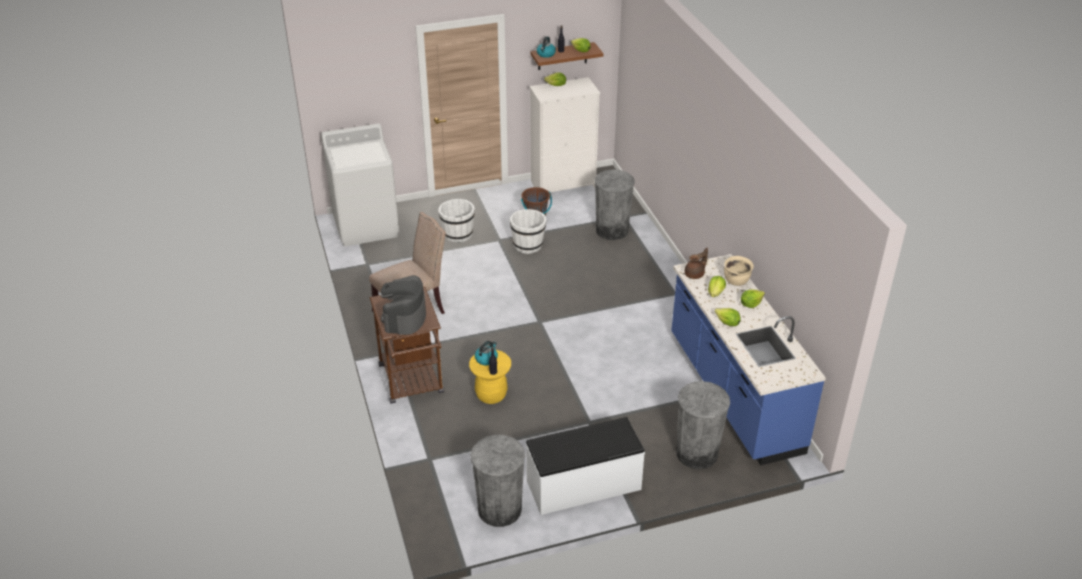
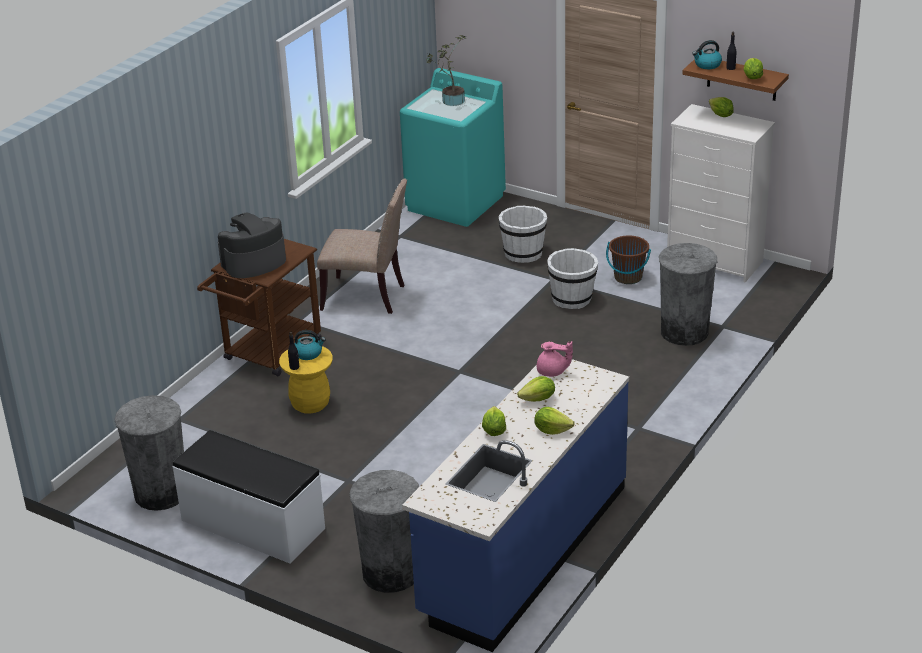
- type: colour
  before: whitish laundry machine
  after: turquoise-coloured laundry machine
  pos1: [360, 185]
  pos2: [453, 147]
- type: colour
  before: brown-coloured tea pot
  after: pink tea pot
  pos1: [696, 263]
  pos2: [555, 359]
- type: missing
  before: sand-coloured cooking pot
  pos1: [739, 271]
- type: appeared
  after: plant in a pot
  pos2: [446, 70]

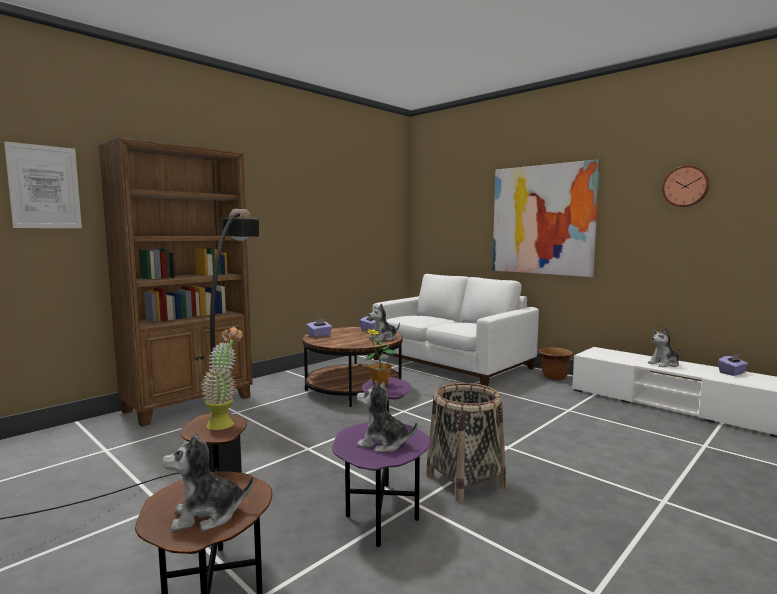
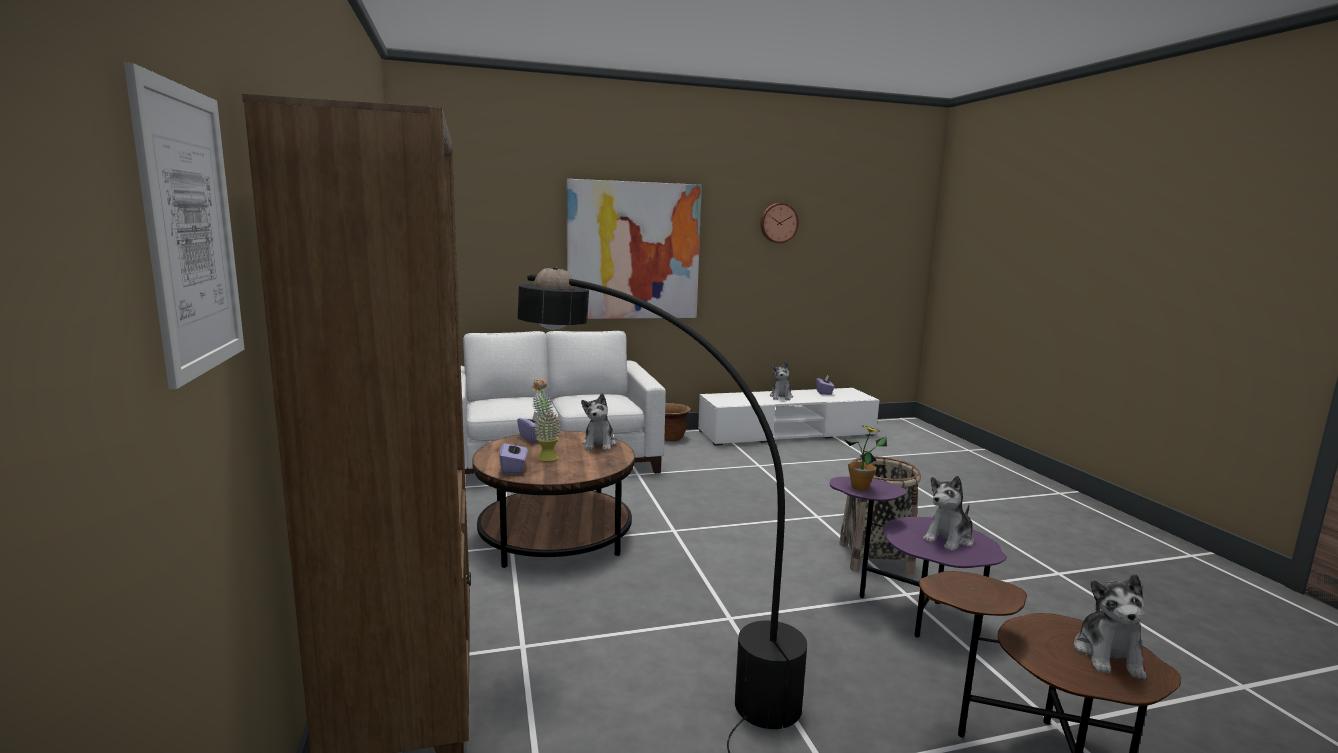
- type: relocated
  before: plant in a pot
  pos1: [222, 378]
  pos2: [546, 420]

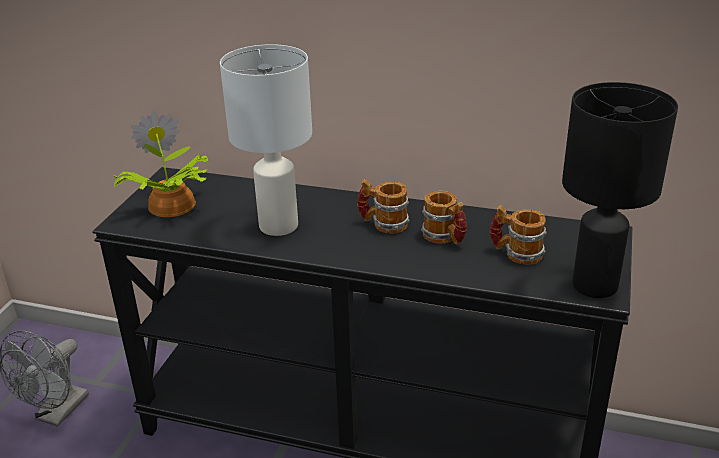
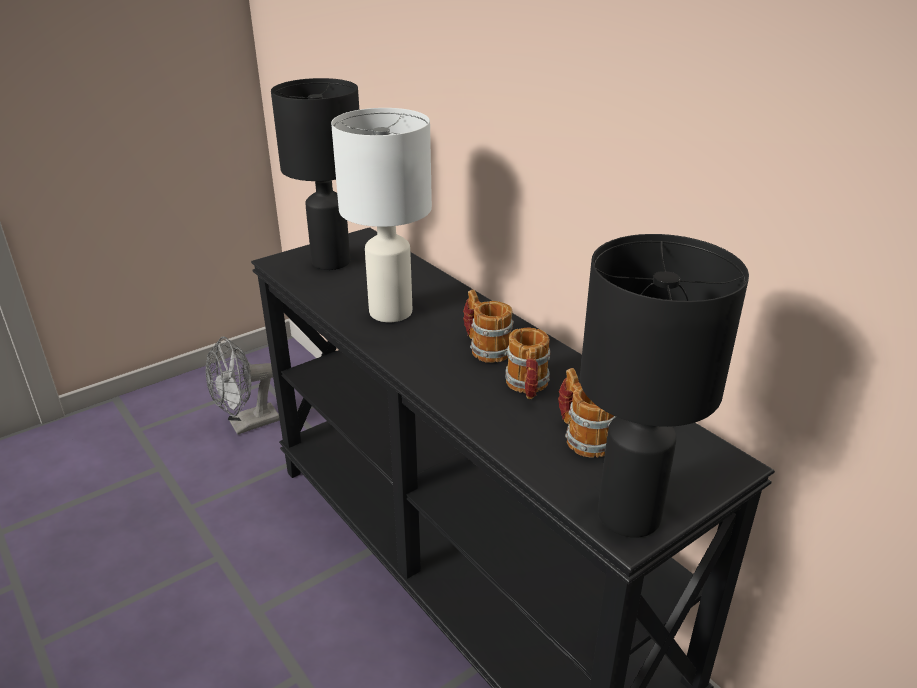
- type: exchanged
  before: plant in a pot
  after: black table lamp
  pos1: [160, 164]
  pos2: [315, 174]

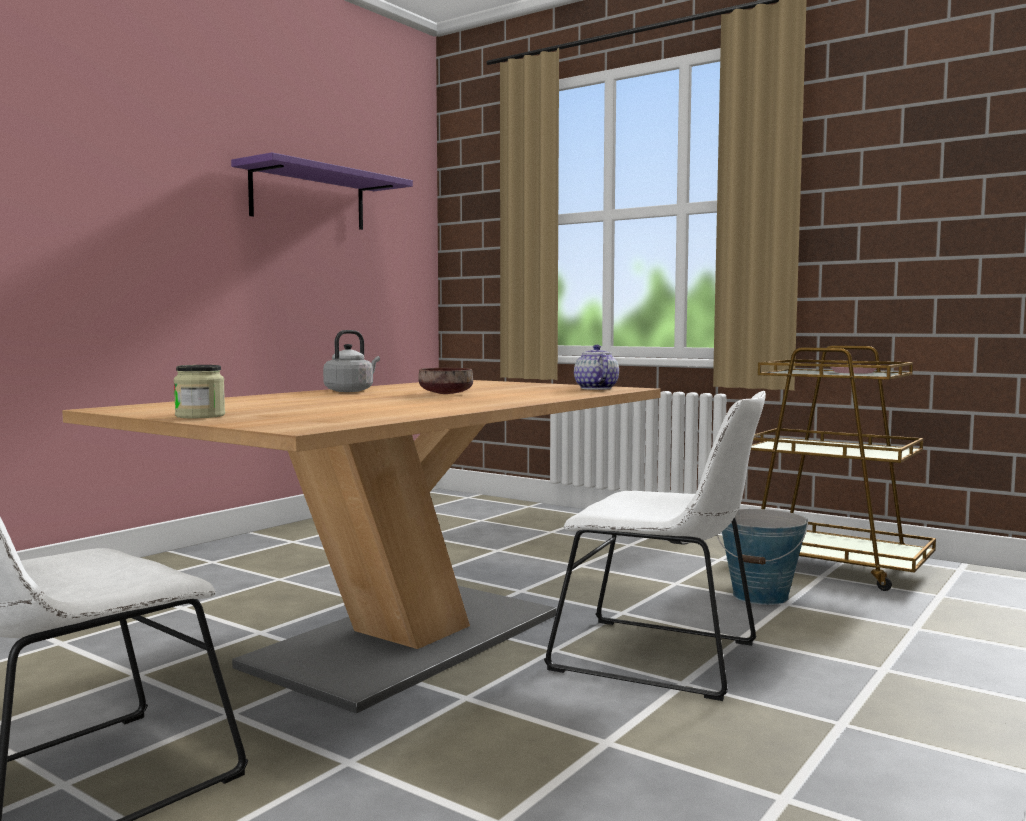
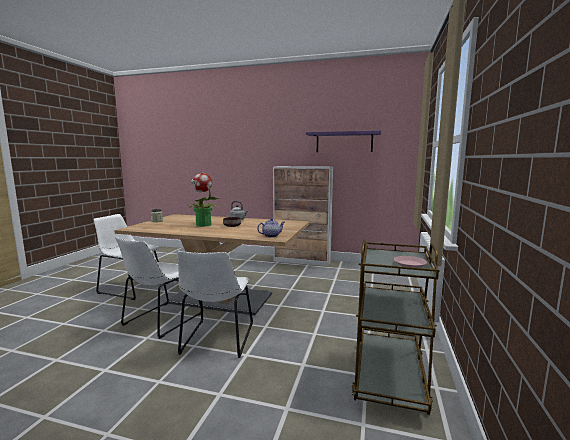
- type: missing
  before: pail
  pos1: [762, 557]
- type: appeared
  after: whitish upright chair
  pos2: [158, 288]
- type: appeared
  after: plant in a pot
  pos2: [203, 200]
- type: appeared
  after: storage cabinet
  pos2: [303, 216]

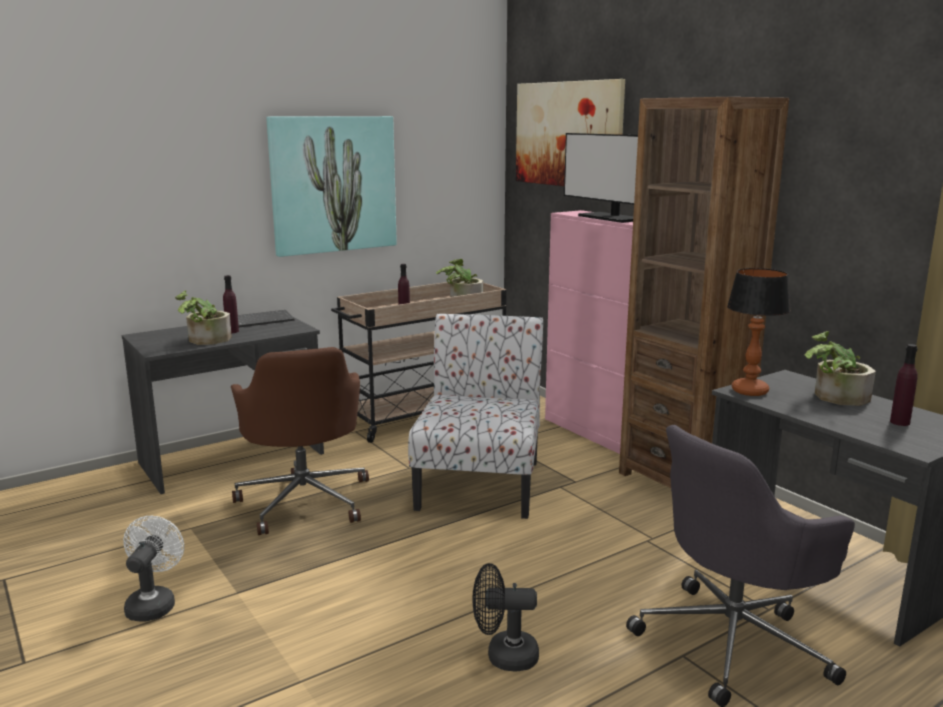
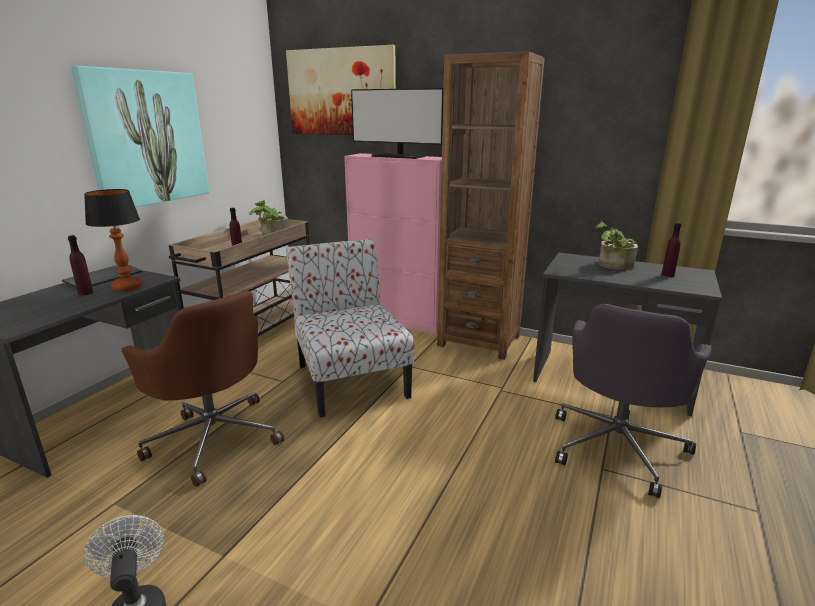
- type: missing
  before: plant in a pot
  pos1: [203, 318]
- type: missing
  before: black cooling fan
  pos1: [505, 617]
- type: relocated
  before: table lamp
  pos1: [759, 332]
  pos2: [113, 240]

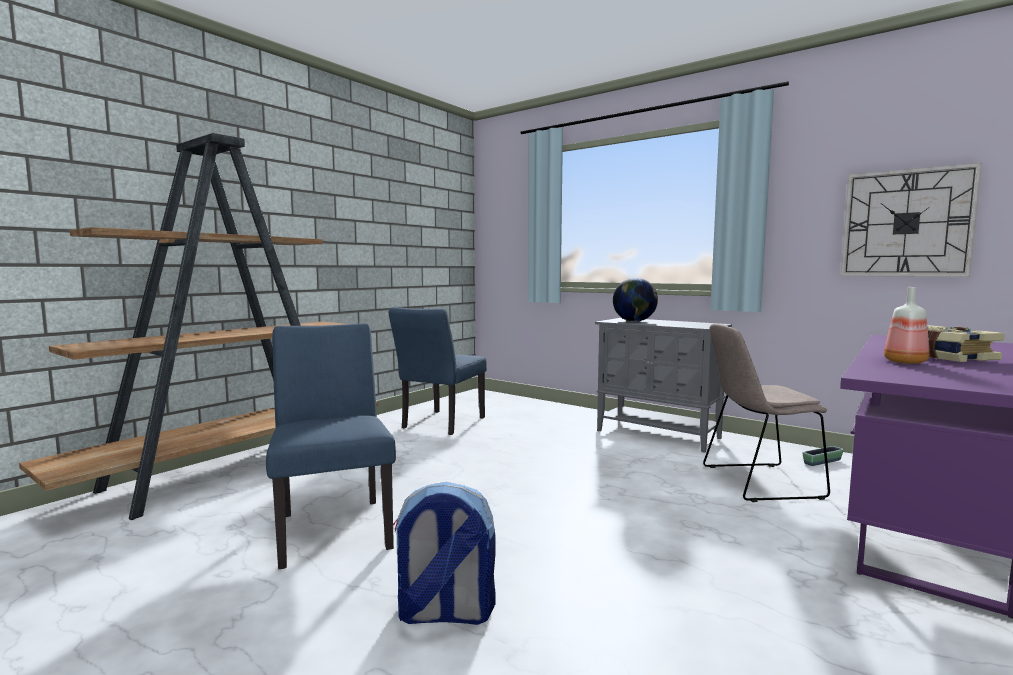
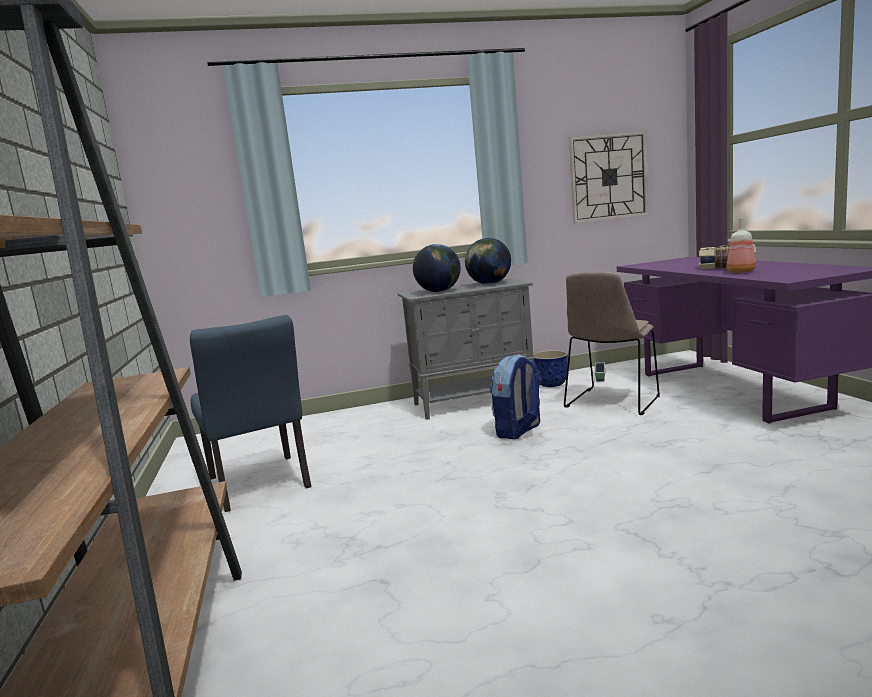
- type: missing
  before: blue upright chair
  pos1: [331, 446]
- type: relocated
  before: rucksack
  pos1: [444, 553]
  pos2: [515, 396]
- type: appeared
  after: desk globe
  pos2: [488, 261]
- type: appeared
  after: flower pot
  pos2: [550, 368]

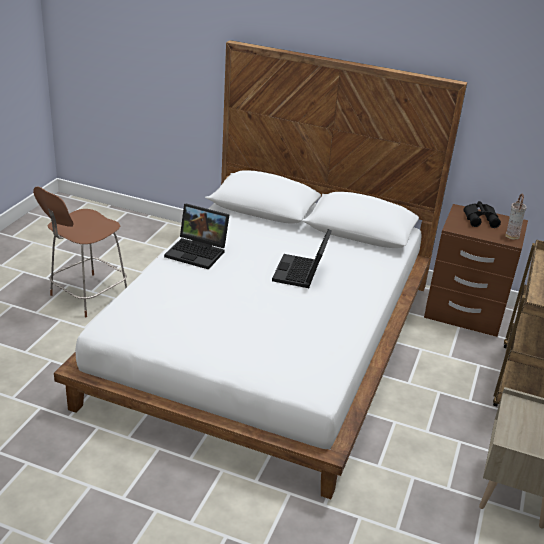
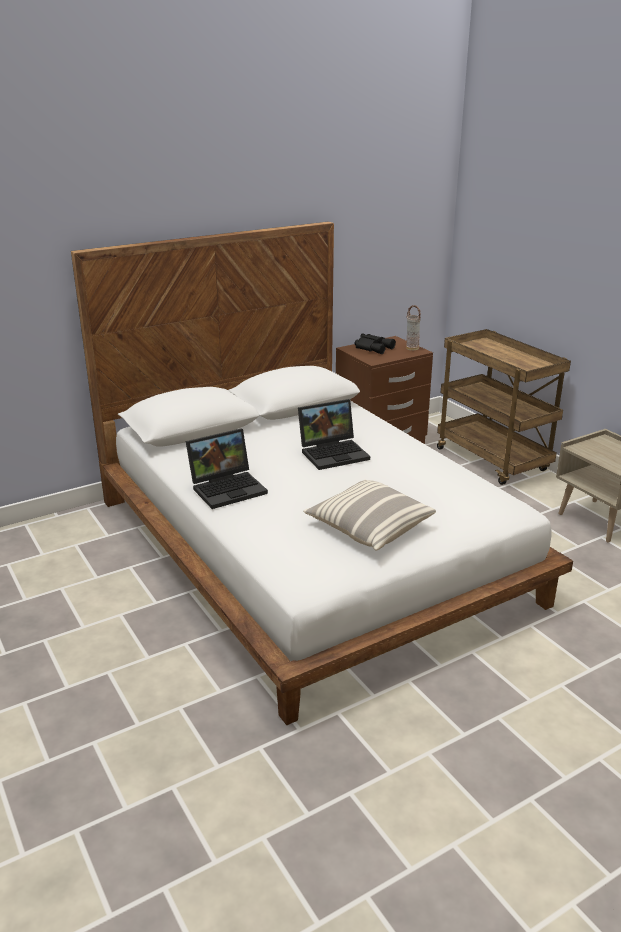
- type: missing
  before: brown-coloured upright chair
  pos1: [80, 252]
- type: spun
  before: laptop
  pos1: [302, 258]
  pos2: [334, 434]
  turn: -75
- type: appeared
  after: throw pillow
  pos2: [370, 515]

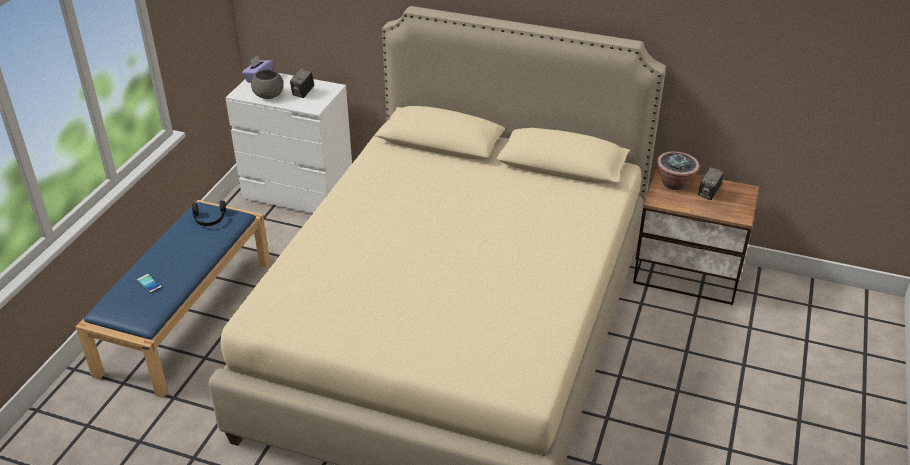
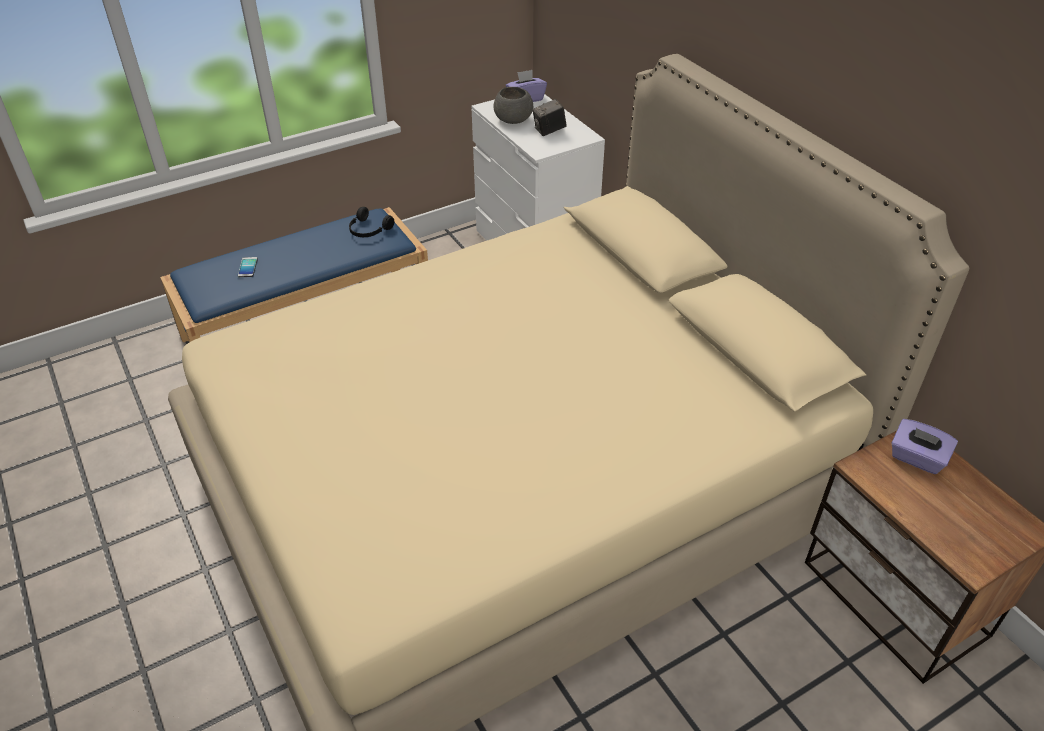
- type: exchanged
  before: plant in a pot
  after: purple-coloured box of tissues
  pos1: [678, 170]
  pos2: [925, 446]
- type: missing
  before: still camera
  pos1: [711, 183]

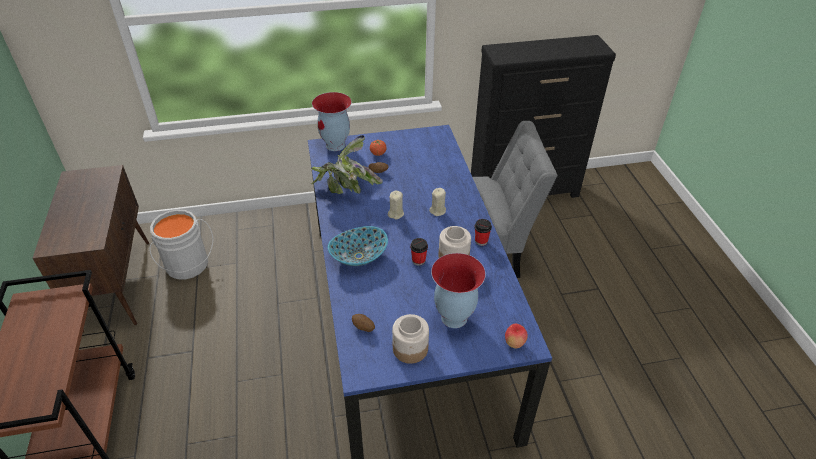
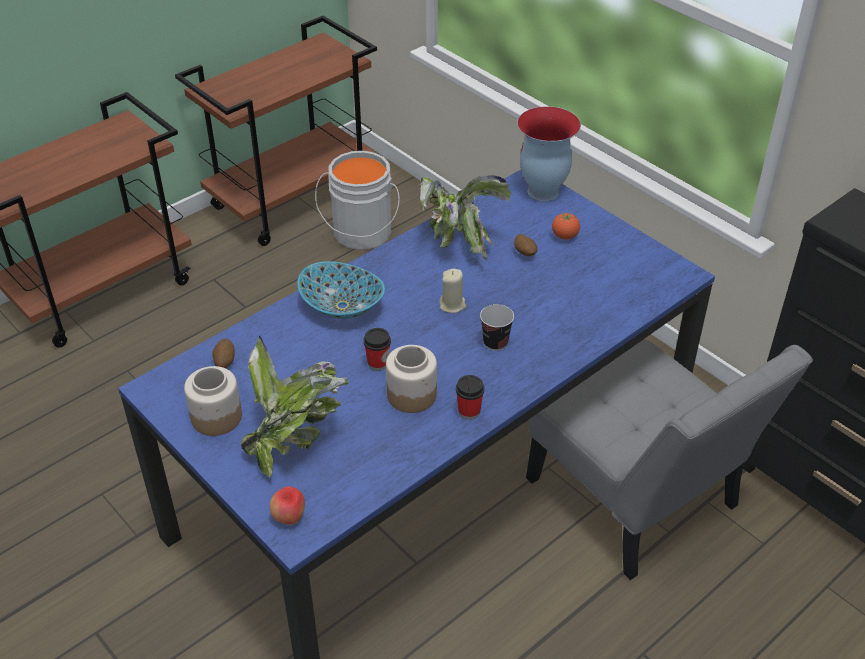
- type: exchanged
  before: brown-coloured storage cabinet
  after: brown-coloured trolley
  pos1: [90, 249]
  pos2: [276, 131]
- type: exchanged
  before: sand-coloured candle
  after: cup
  pos1: [437, 202]
  pos2: [497, 327]
- type: exchanged
  before: decorative vase
  after: plant in a pot
  pos1: [458, 290]
  pos2: [295, 407]

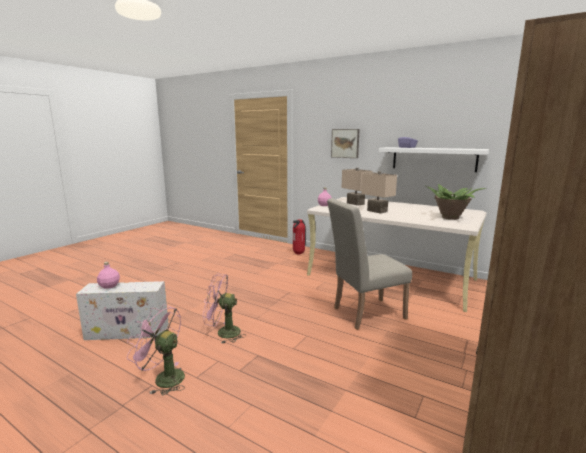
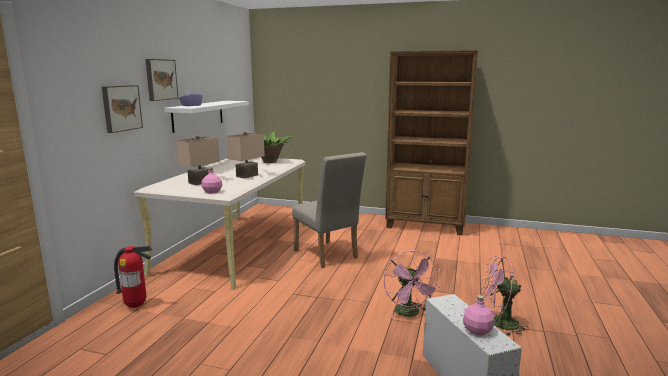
- type: spun
  before: pink cooling fan
  pos1: [156, 349]
  pos2: [505, 296]
  turn: 90
- type: appeared
  after: wall art
  pos2: [161, 80]

